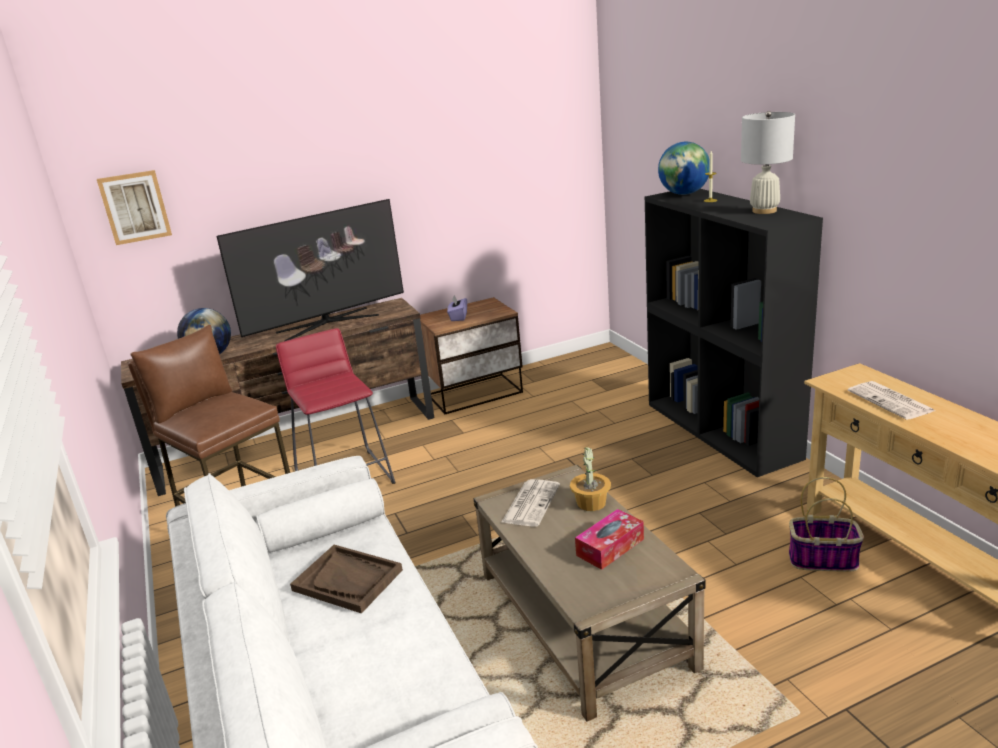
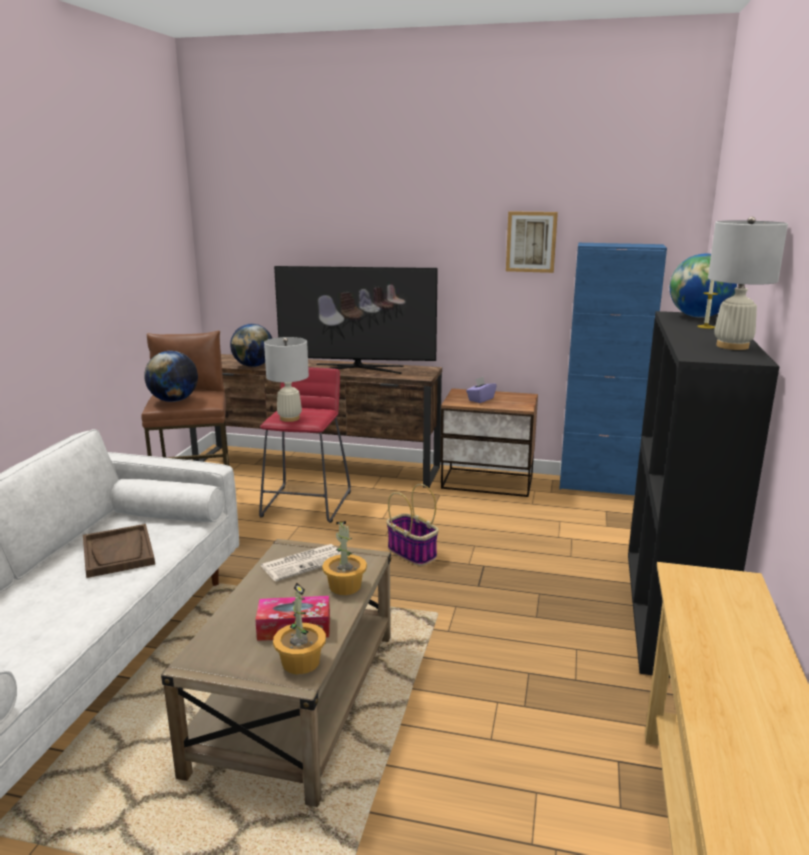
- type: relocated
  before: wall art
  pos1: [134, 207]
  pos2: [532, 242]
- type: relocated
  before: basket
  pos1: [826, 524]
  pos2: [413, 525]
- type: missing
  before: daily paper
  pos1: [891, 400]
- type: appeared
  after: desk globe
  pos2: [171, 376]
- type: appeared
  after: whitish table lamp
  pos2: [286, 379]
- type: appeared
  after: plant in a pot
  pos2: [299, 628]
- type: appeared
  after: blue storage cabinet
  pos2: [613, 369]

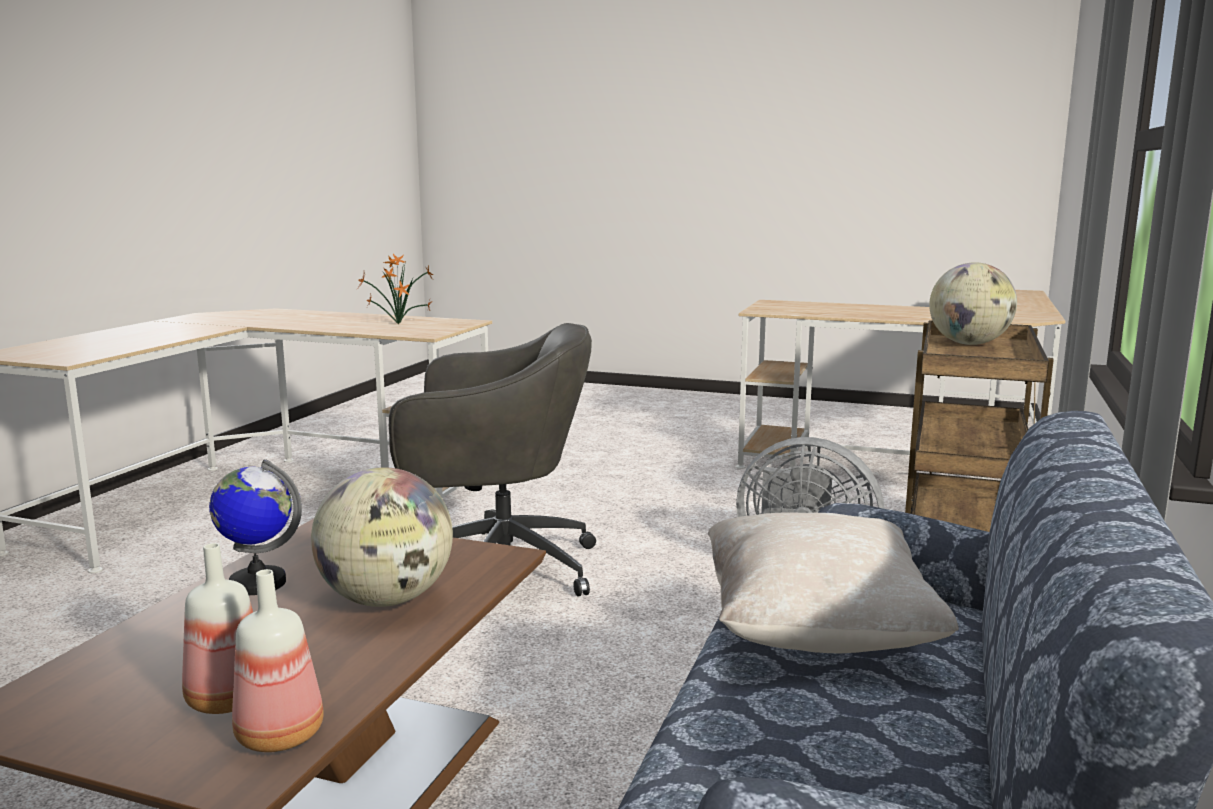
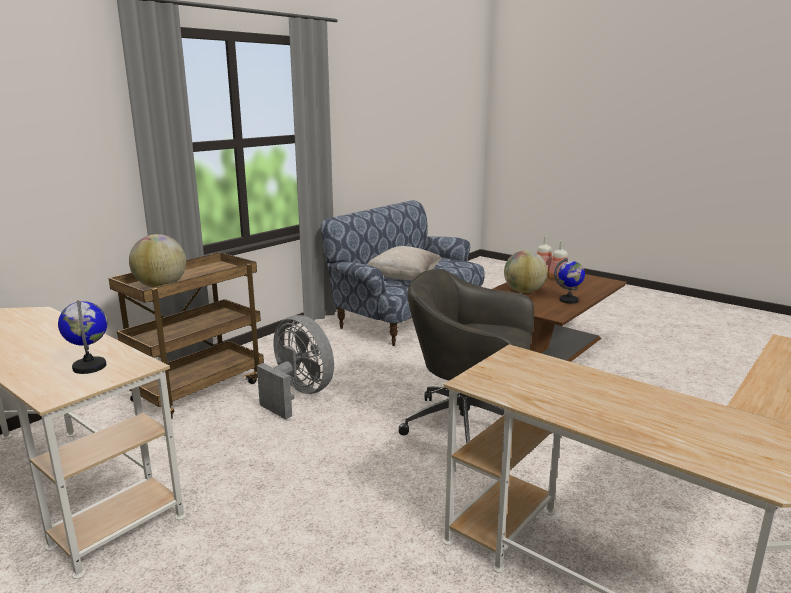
- type: missing
  before: plant in a pot
  pos1: [395, 289]
- type: appeared
  after: desk globe
  pos2: [82, 337]

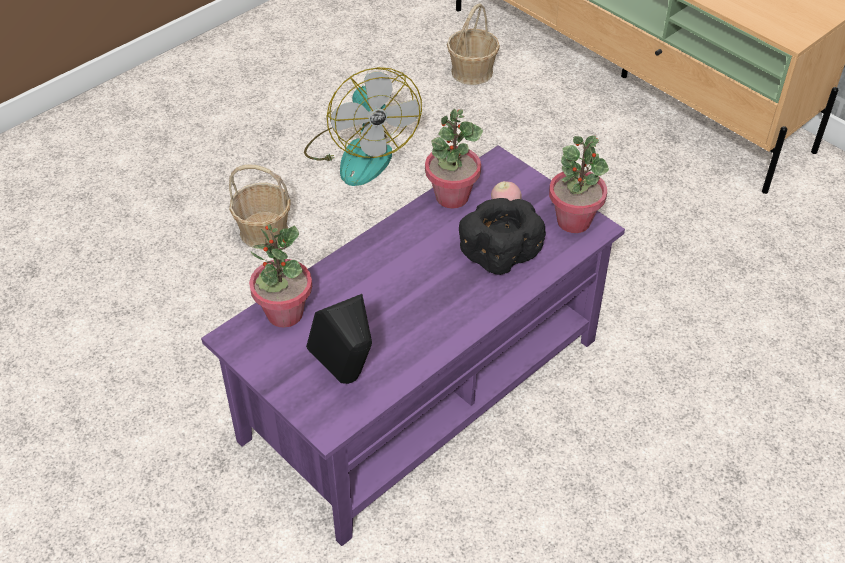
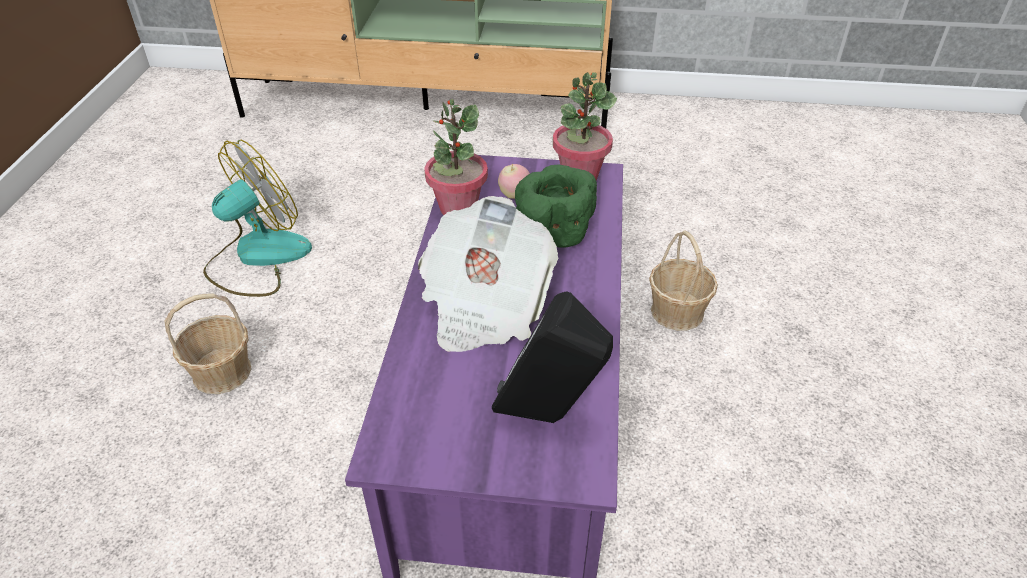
- type: missing
  before: plant in a pot
  pos1: [280, 276]
- type: spun
  before: cooling fan
  pos1: [363, 126]
  pos2: [257, 218]
  turn: -75
- type: relocated
  before: basket
  pos1: [473, 44]
  pos2: [683, 280]
- type: colour
  before: black deep dish
  after: green deep dish
  pos1: [502, 236]
  pos2: [556, 206]
- type: appeared
  after: daily paper
  pos2: [488, 274]

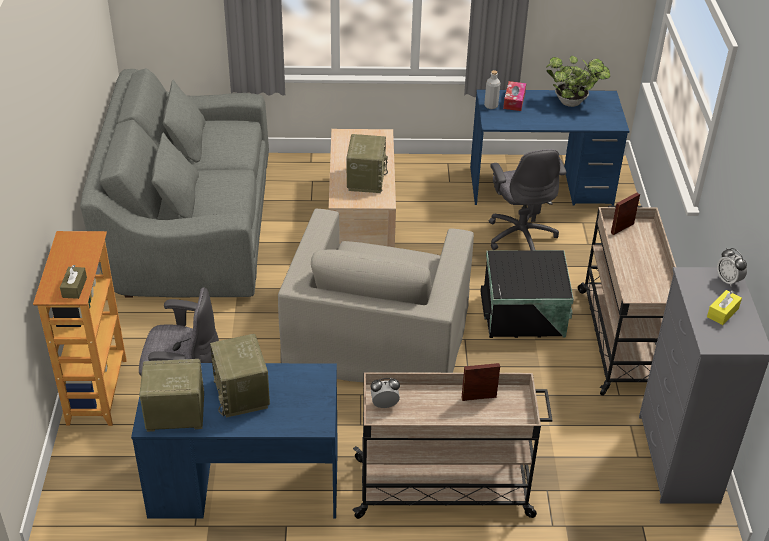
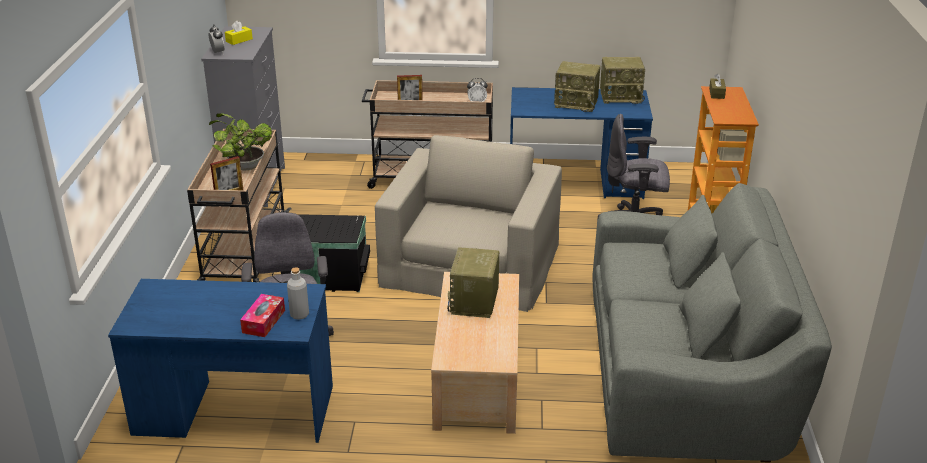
- type: spun
  before: radio
  pos1: [240, 376]
  pos2: [577, 86]
  turn: 120
- type: relocated
  before: plant in a pot
  pos1: [578, 81]
  pos2: [240, 141]

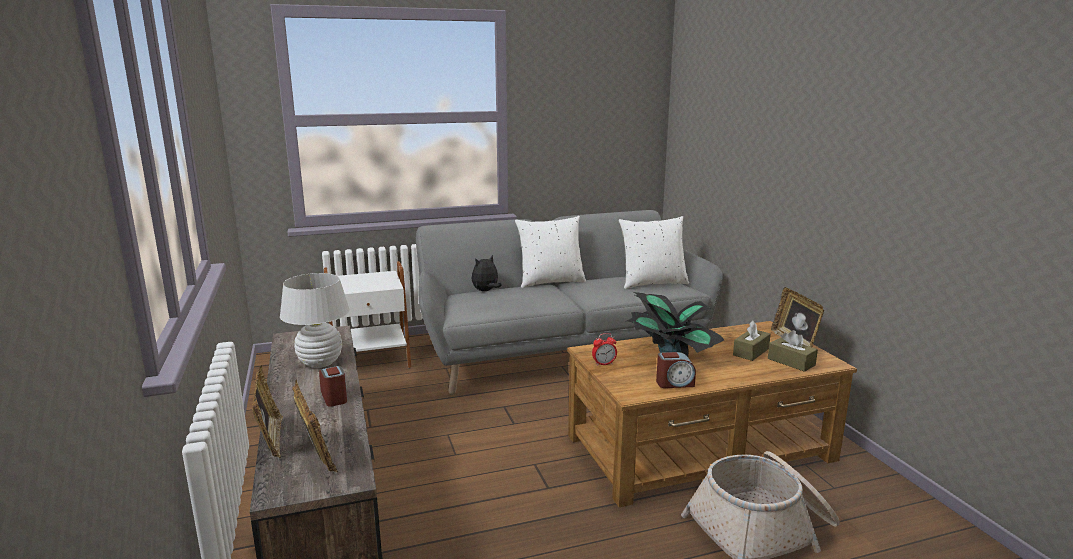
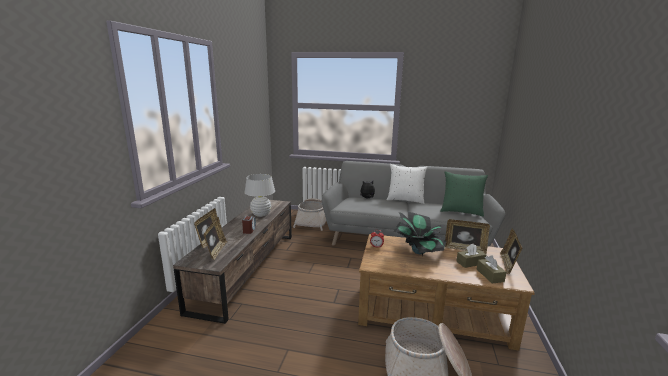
- type: exchanged
  before: whitish end table
  after: basket
  pos1: [368, 315]
  pos2: [309, 214]
- type: colour
  before: whitish throw pillow
  after: green throw pillow
  pos1: [654, 252]
  pos2: [464, 194]
- type: missing
  before: alarm clock
  pos1: [676, 370]
- type: appeared
  after: picture frame
  pos2: [467, 236]

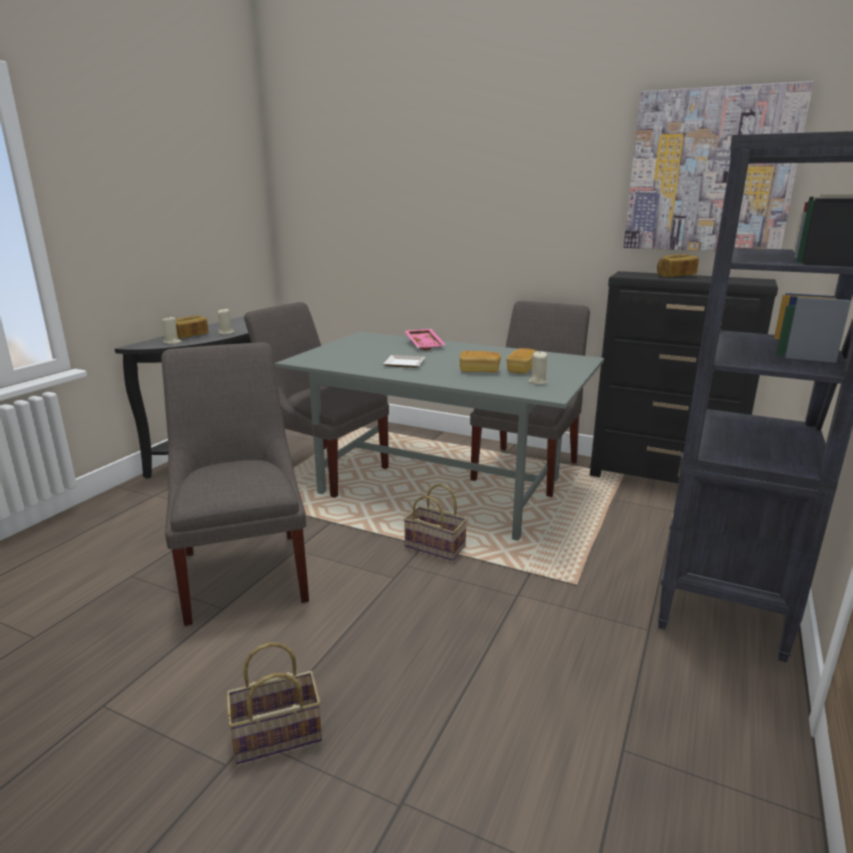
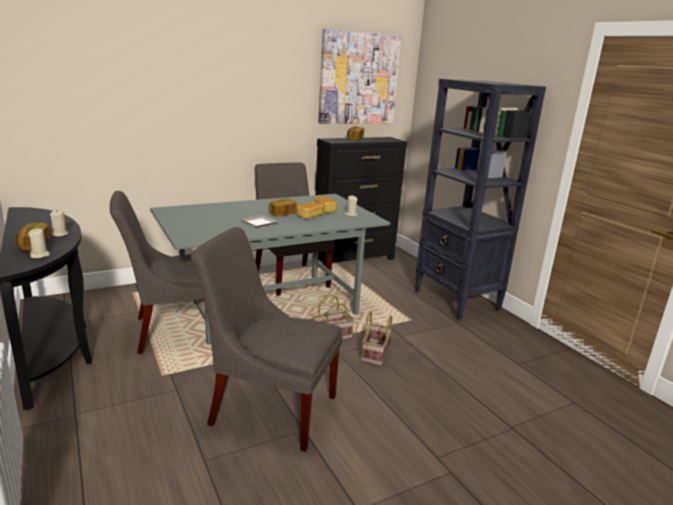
- type: relocated
  before: basket
  pos1: [274, 703]
  pos2: [376, 338]
- type: missing
  before: pink serving tray
  pos1: [425, 340]
- type: appeared
  after: bakery bread
  pos2: [283, 207]

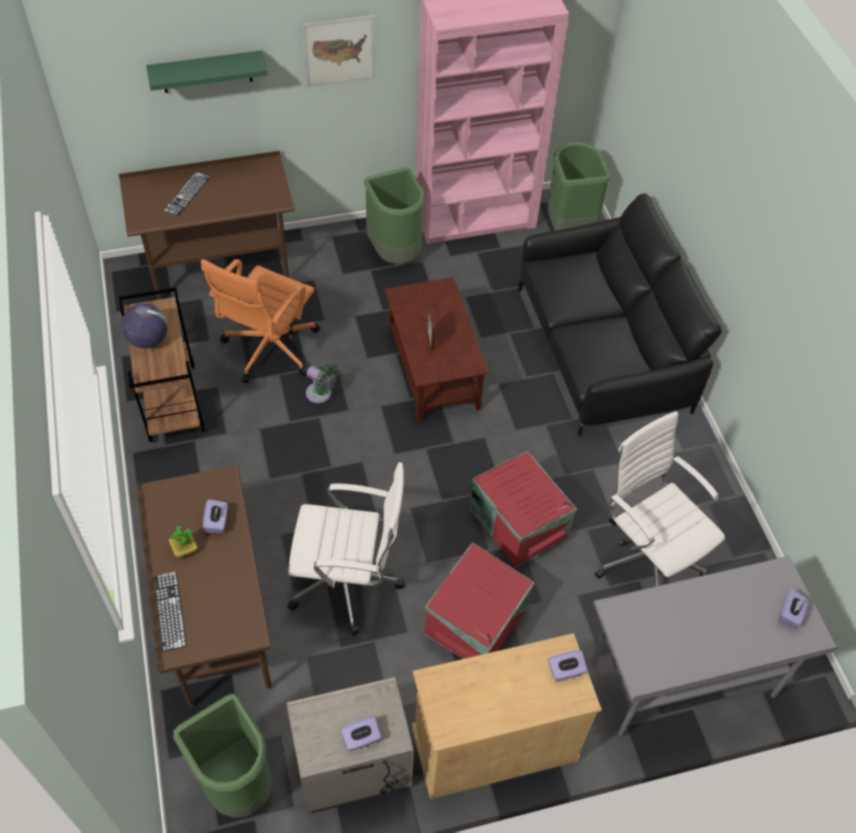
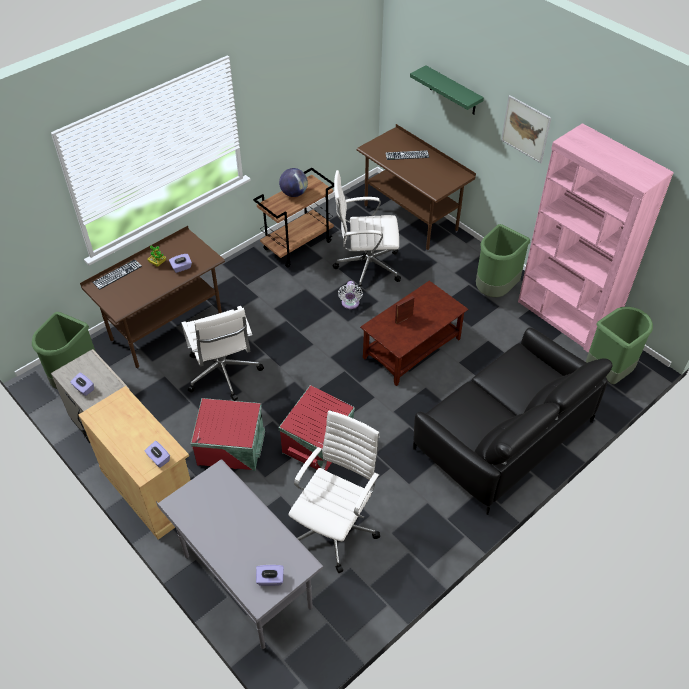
- type: colour
  before: orange office chair
  after: whitish office chair
  pos1: [260, 321]
  pos2: [367, 230]
- type: colour
  before: green cooling fan
  after: whitish cooling fan
  pos1: [322, 383]
  pos2: [350, 295]

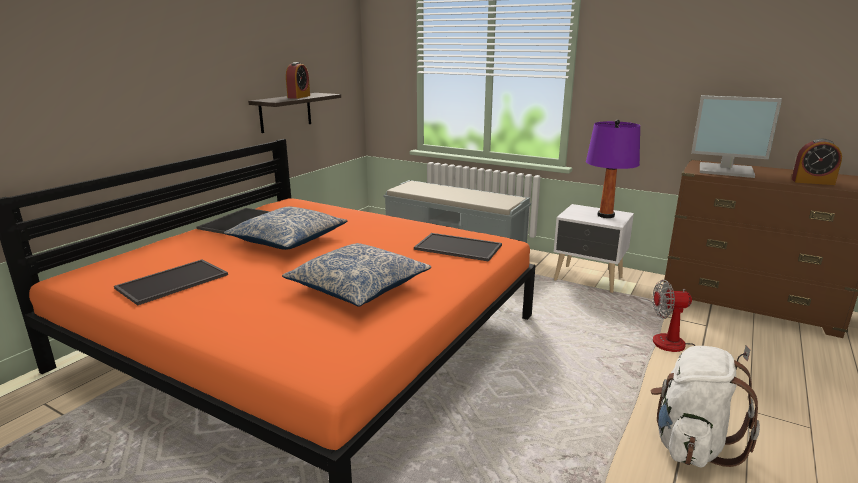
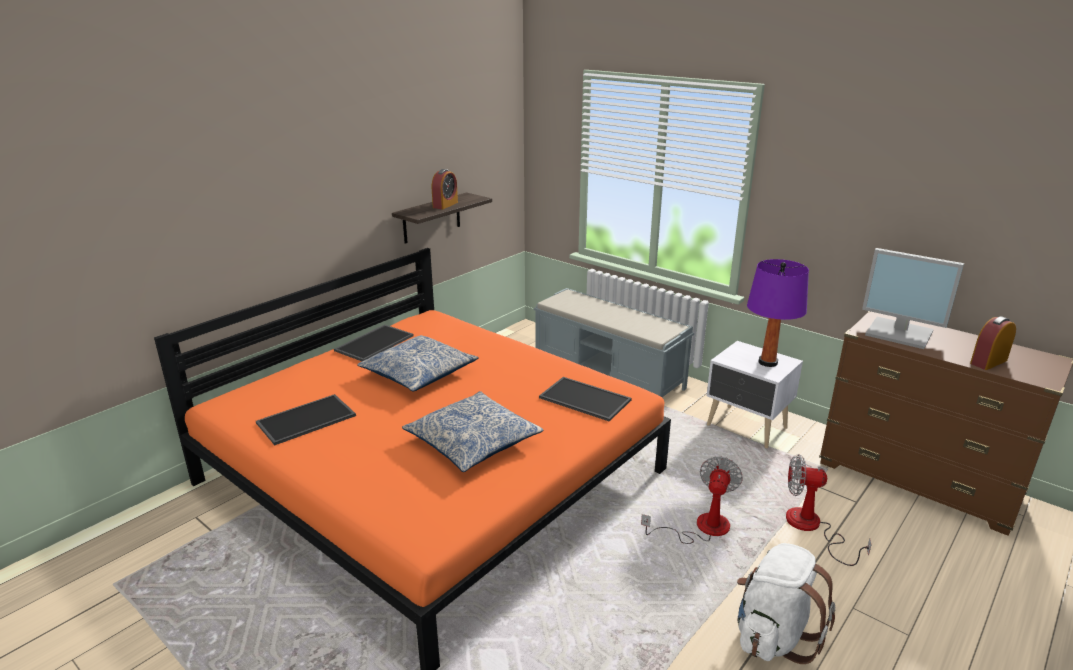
- type: spun
  before: alarm clock
  pos1: [817, 162]
  pos2: [993, 343]
  turn: 120
- type: appeared
  after: cooling fan
  pos2: [692, 500]

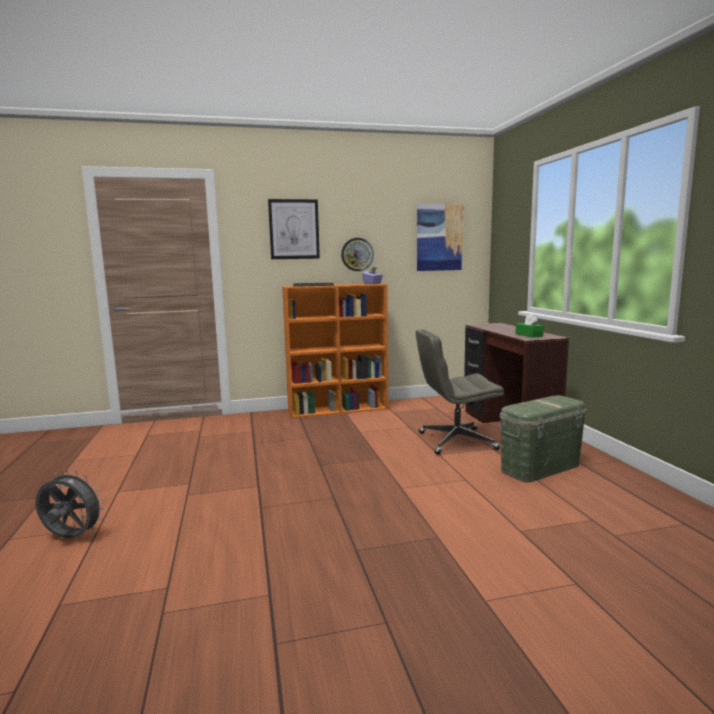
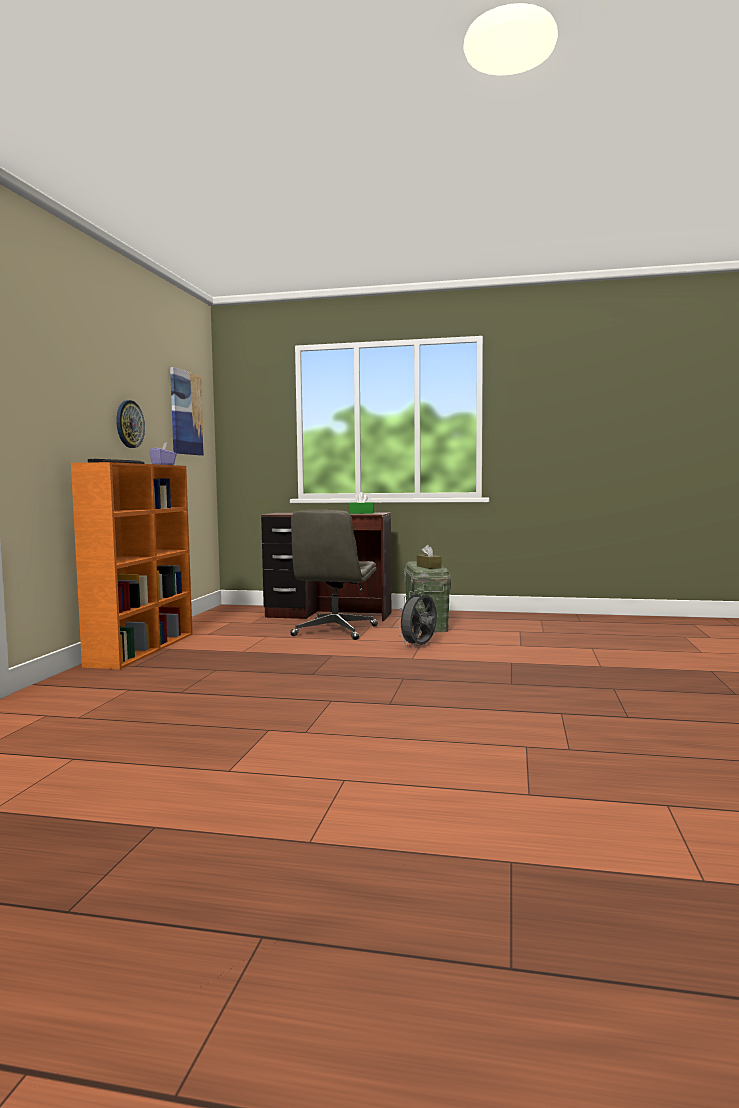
- type: relocated
  before: grey cooling fan
  pos1: [70, 504]
  pos2: [416, 618]
- type: missing
  before: wall art
  pos1: [294, 229]
- type: appeared
  after: brown-coloured box of tissues
  pos2: [429, 557]

